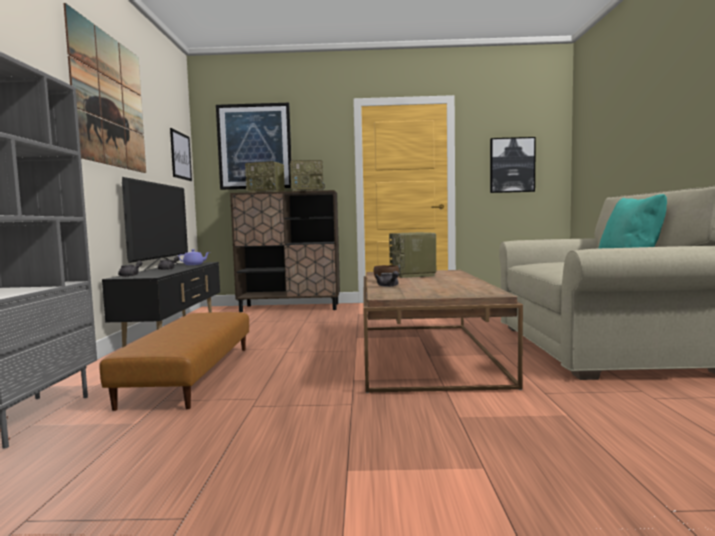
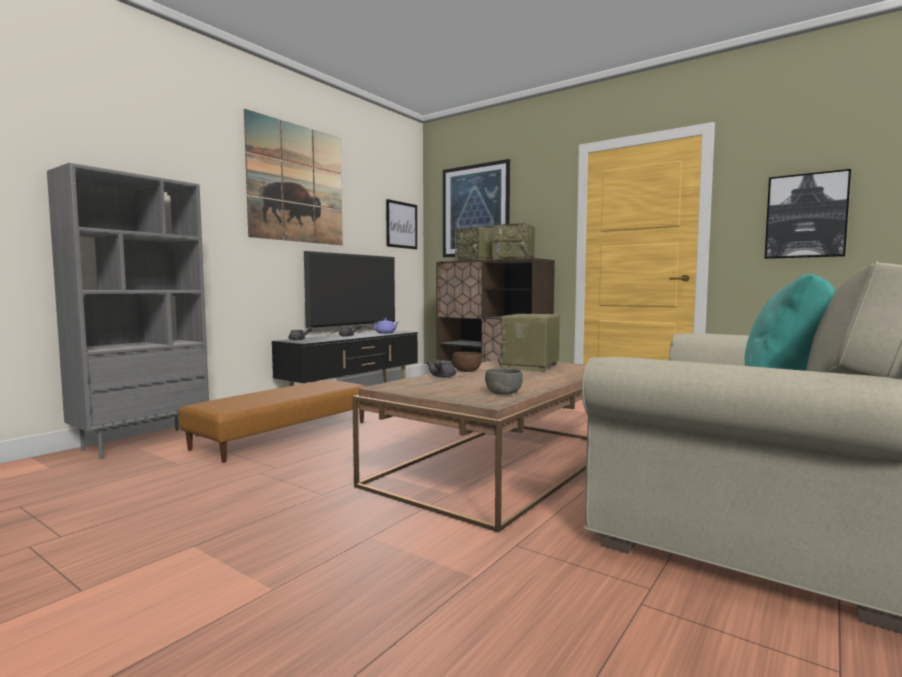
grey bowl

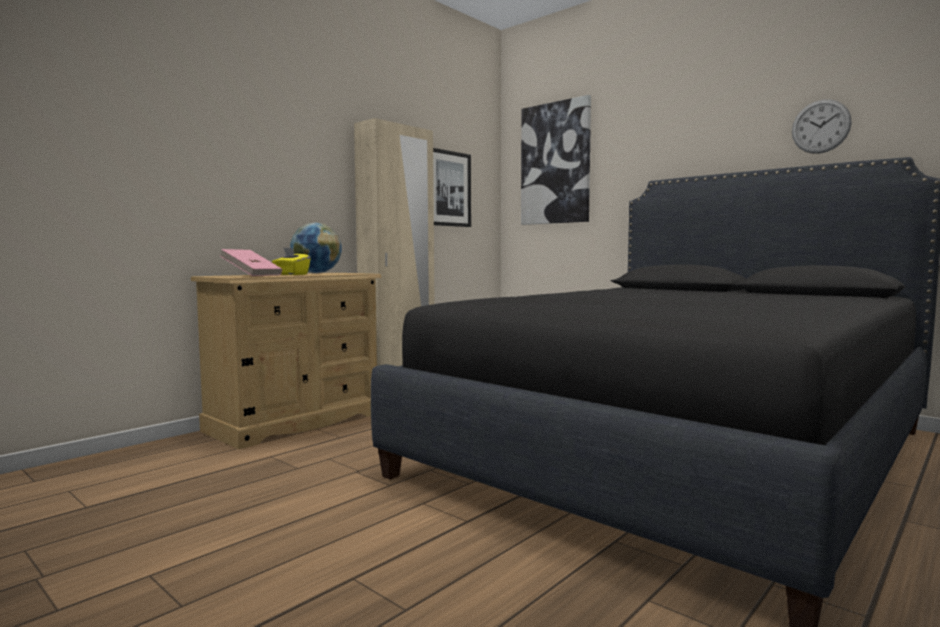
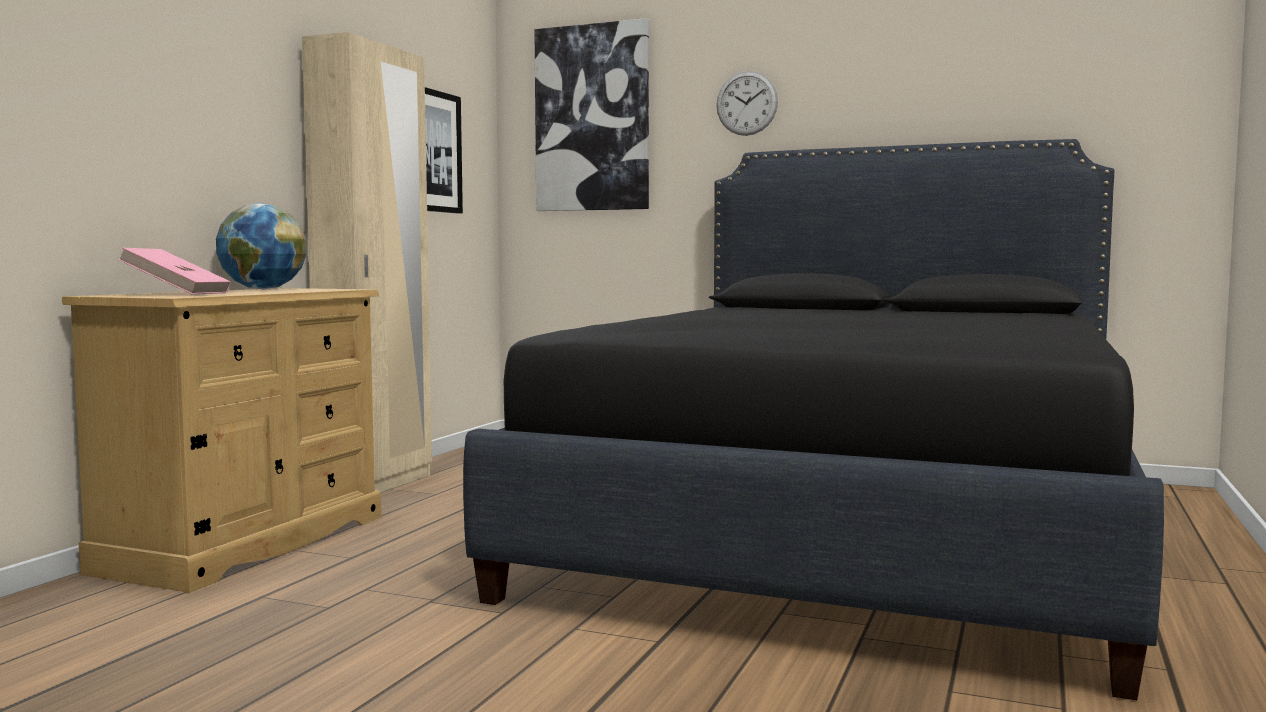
yellow tissue box
wall clock

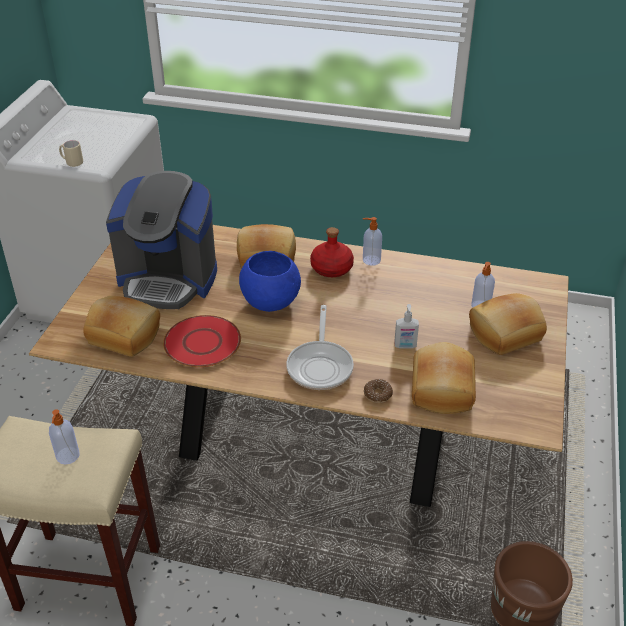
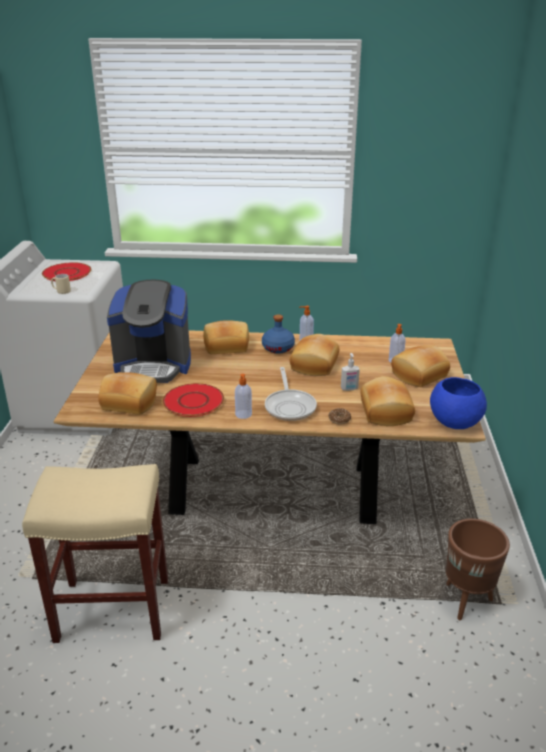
soap dispenser (1st from left)
blue bowl
blue bottle
red plate (1st from left)
bread (3rd from left)

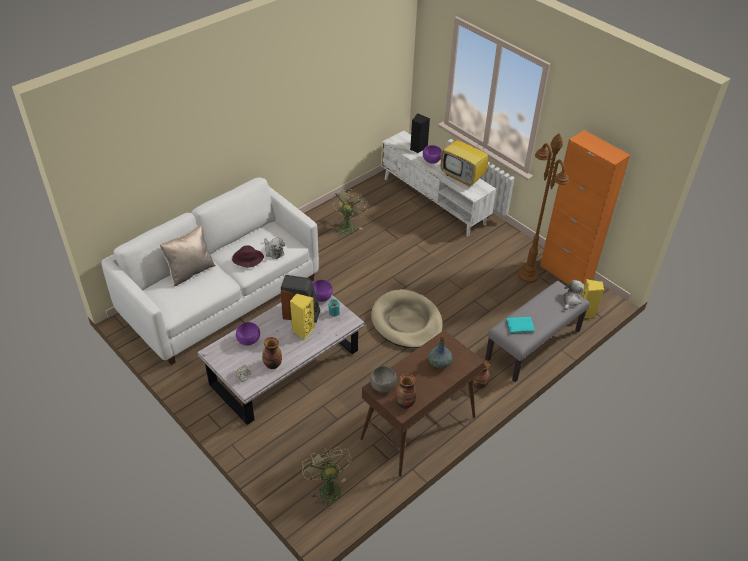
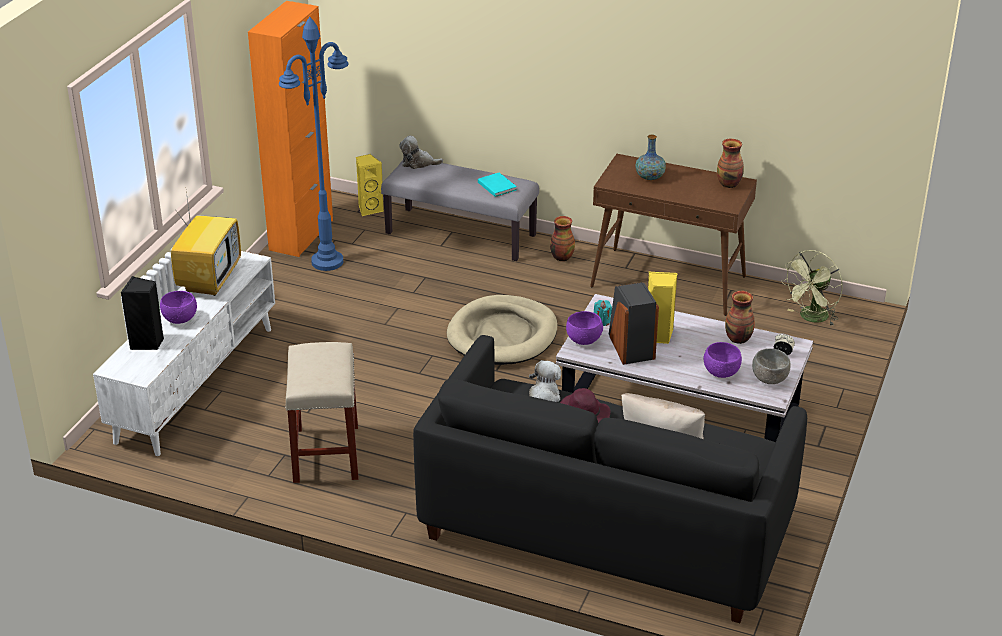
black sofa
beige stool
grey bowl
blue floor lamp

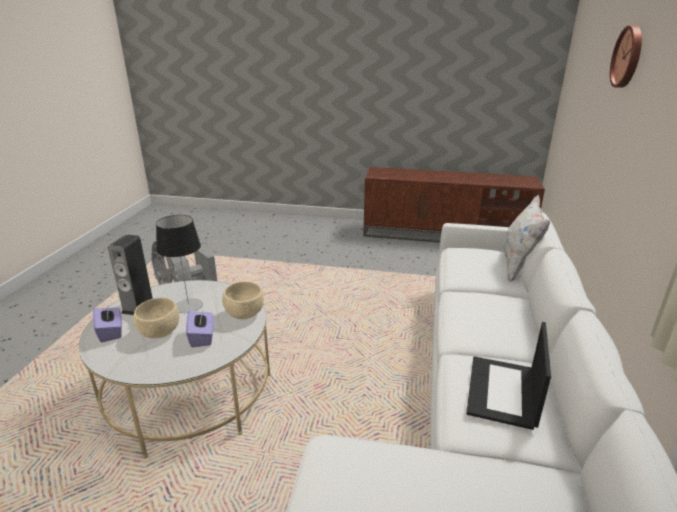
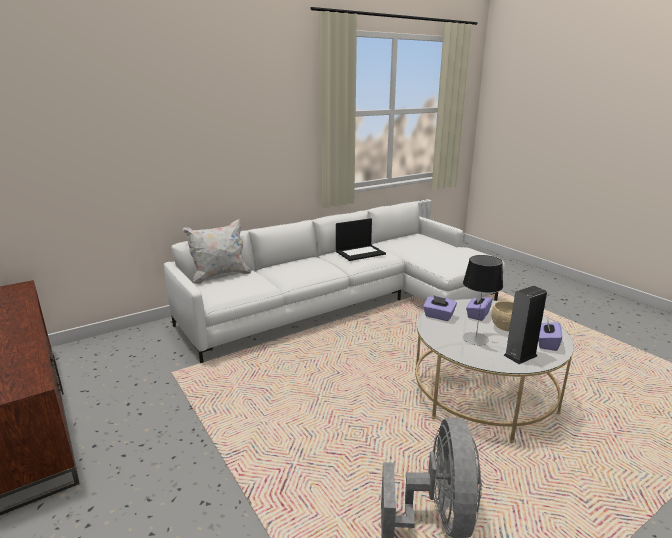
purple tissue box (1st from left)
wall clock

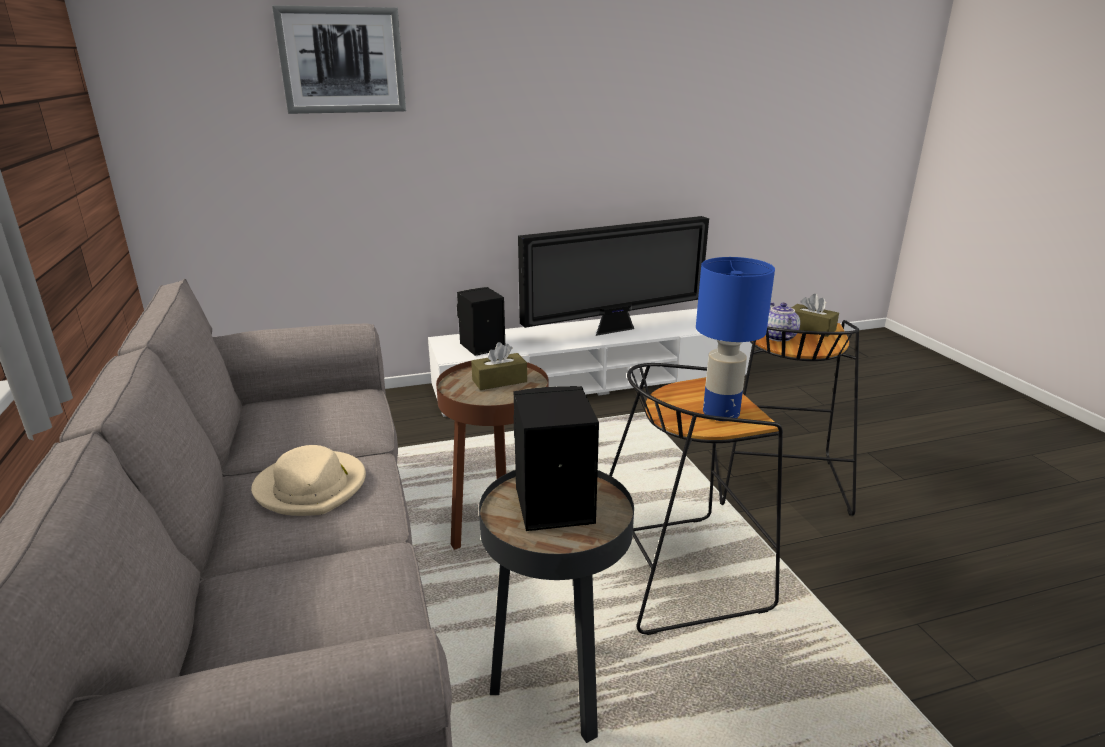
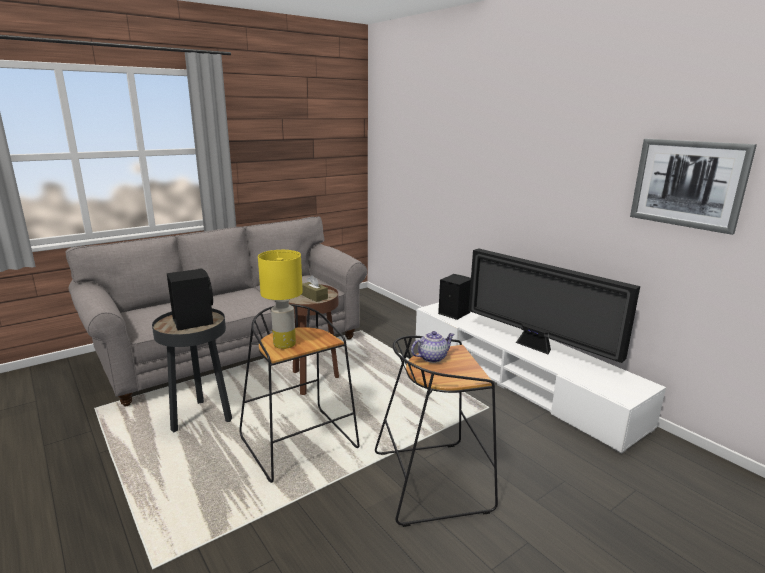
beige hat
picture
yellow table lamp
brown tissue box (2nd from left in the first image)

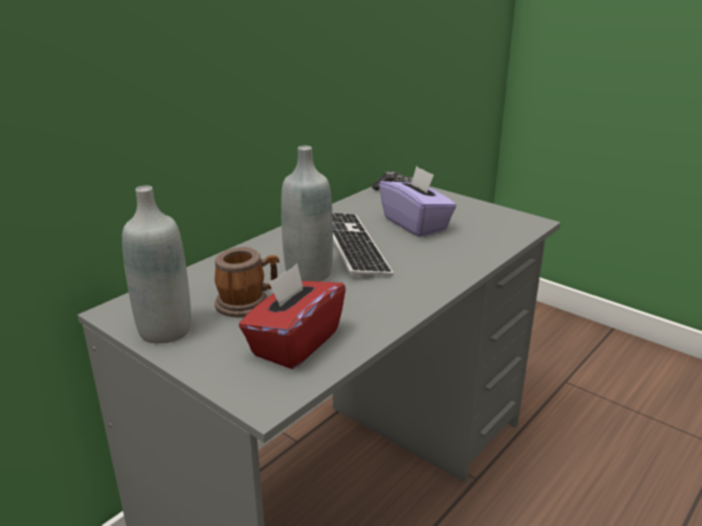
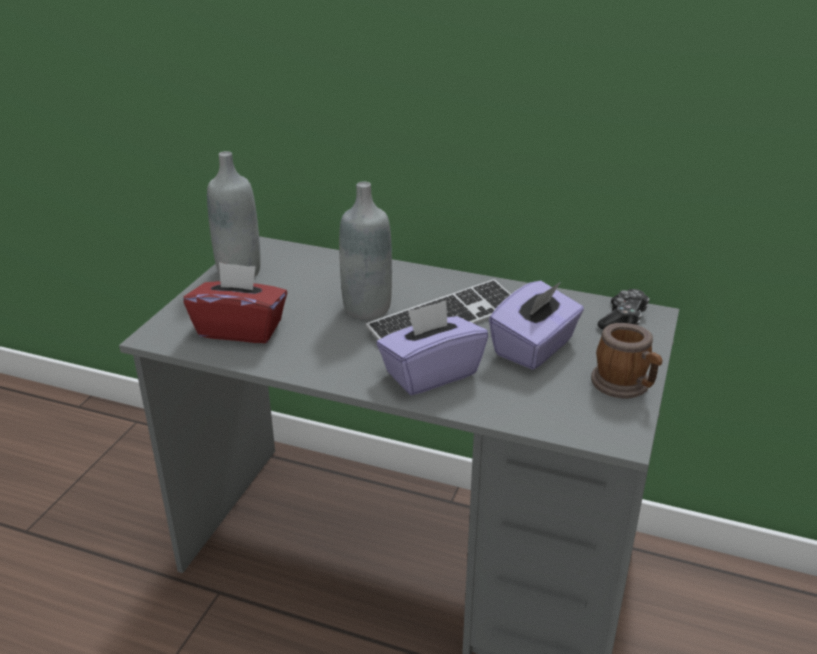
mug
purple tissue box (1st from left)

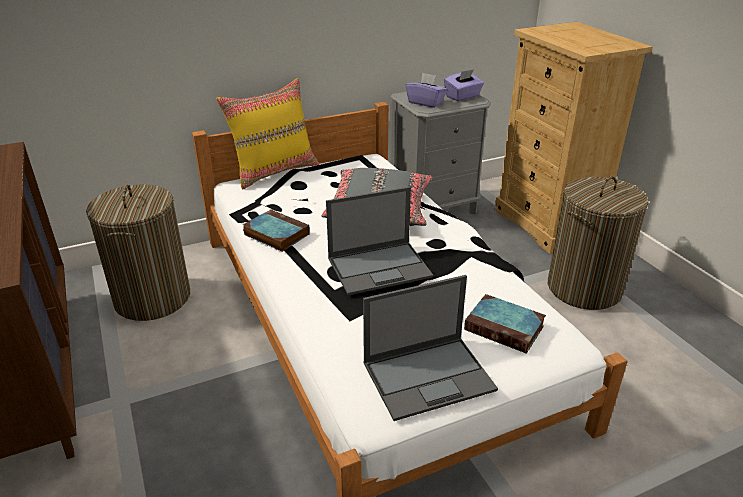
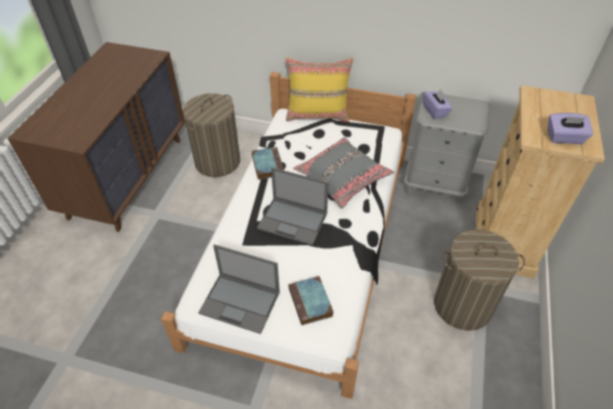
purple tissue box (2nd from left)

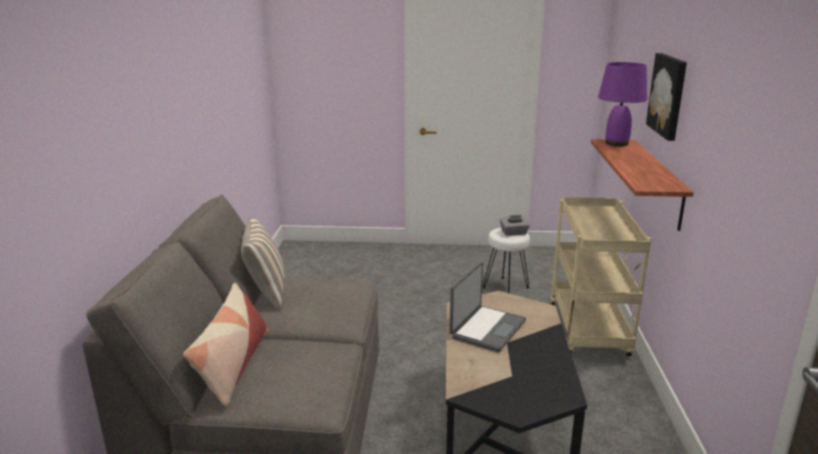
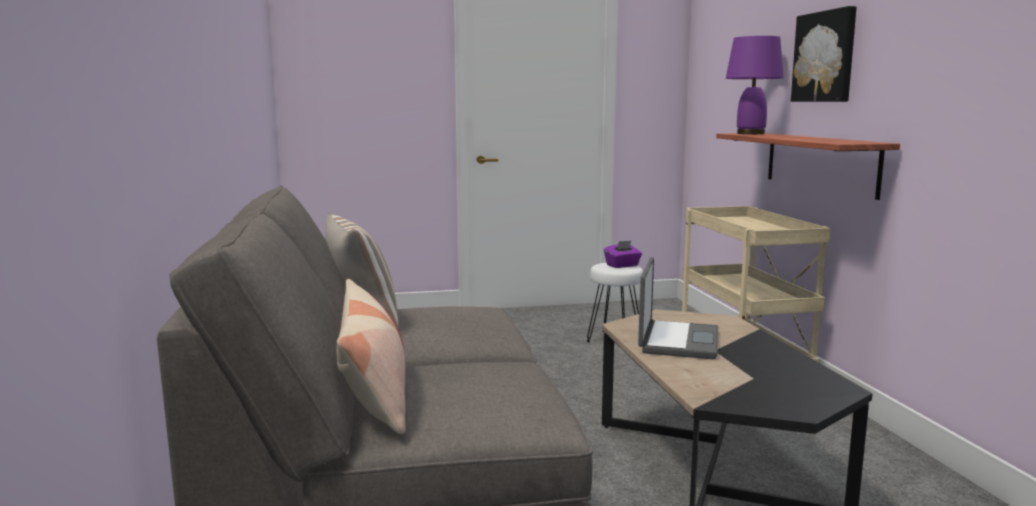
purple tissue box

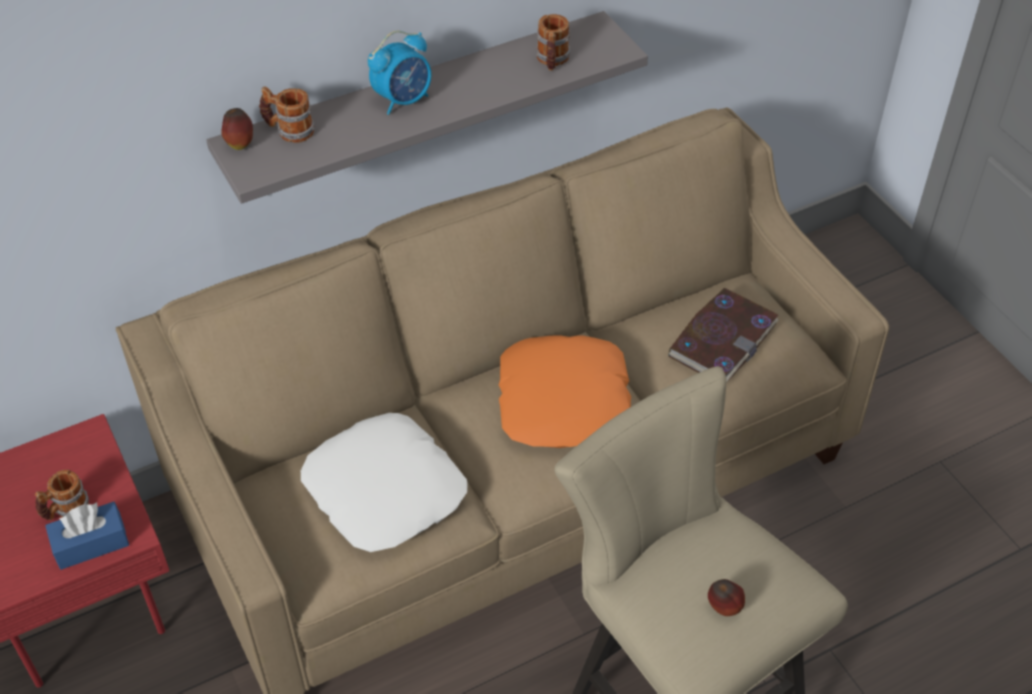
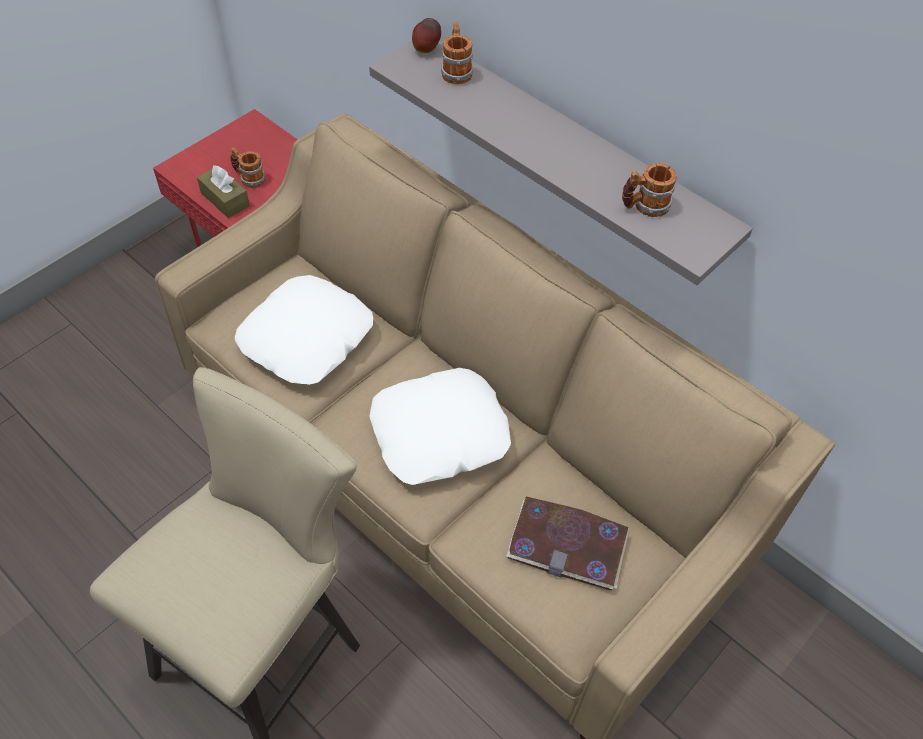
brown tissue box
alarm clock
white pillow (2nd from left)
apple (2nd from left in the first image)

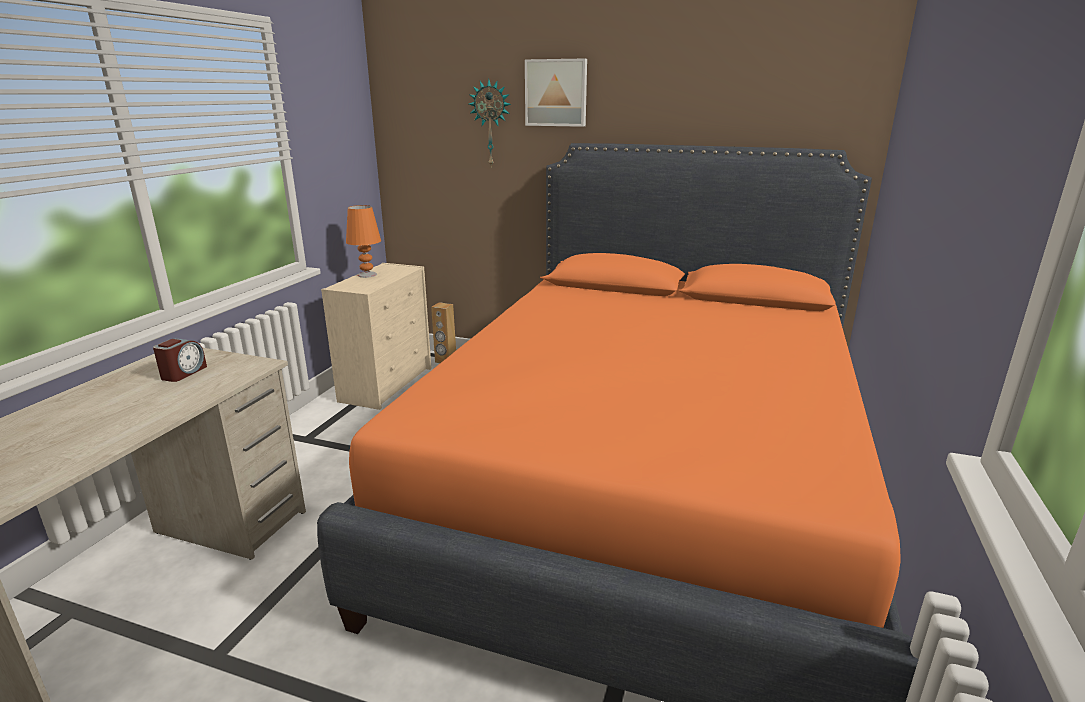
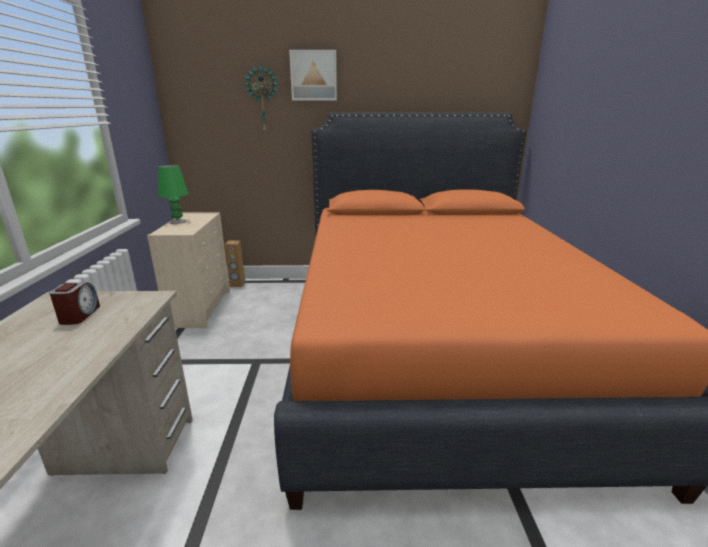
green table lamp

